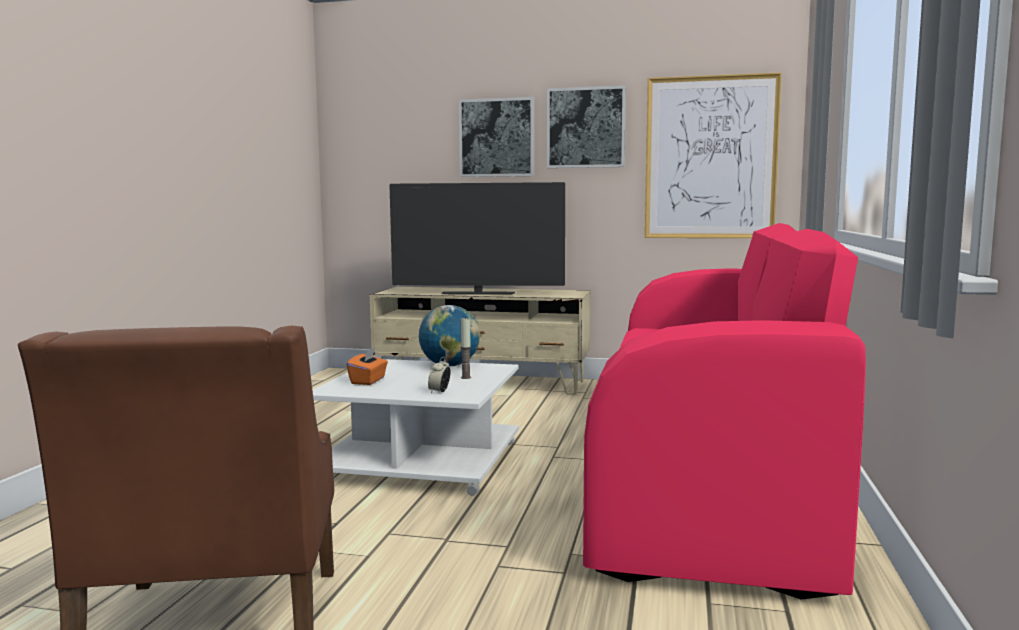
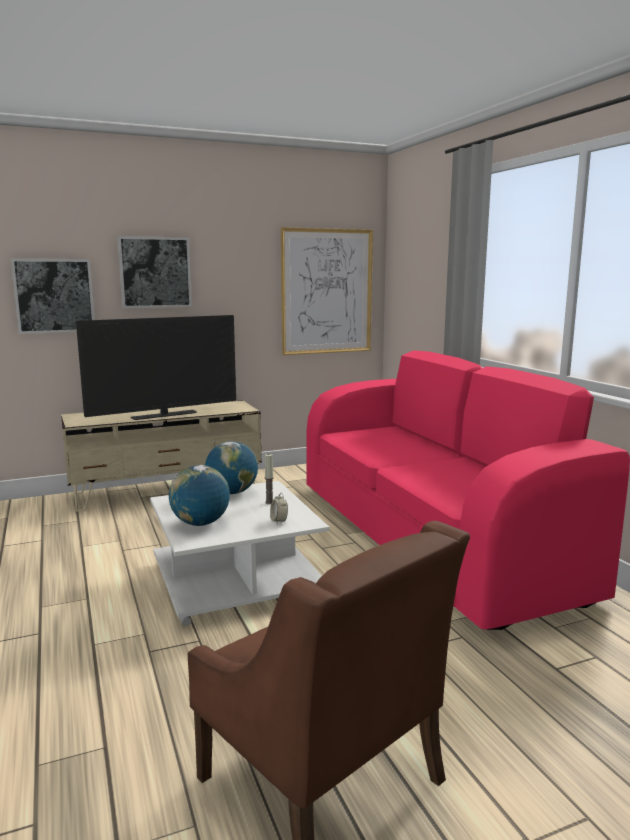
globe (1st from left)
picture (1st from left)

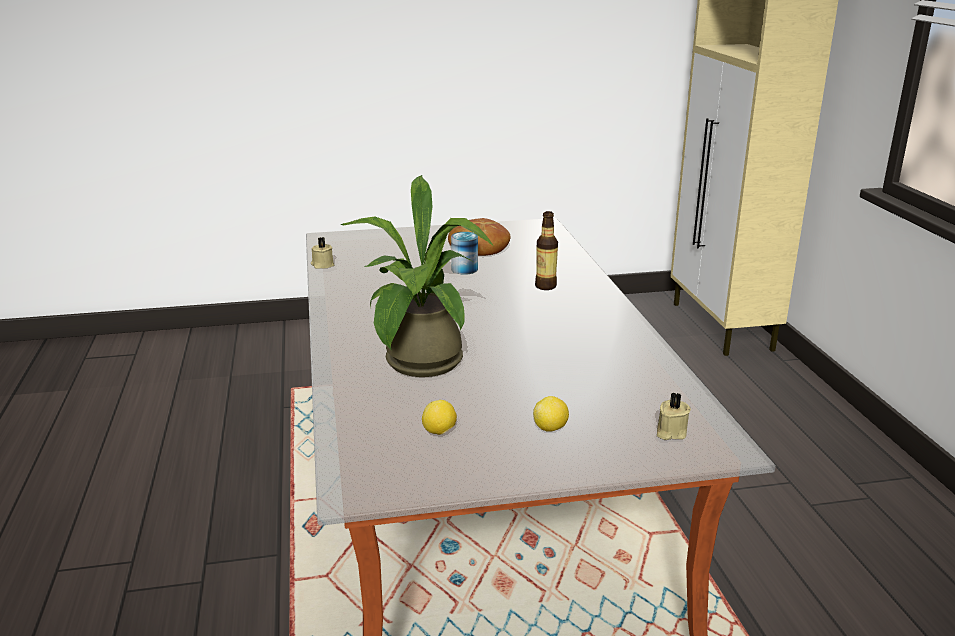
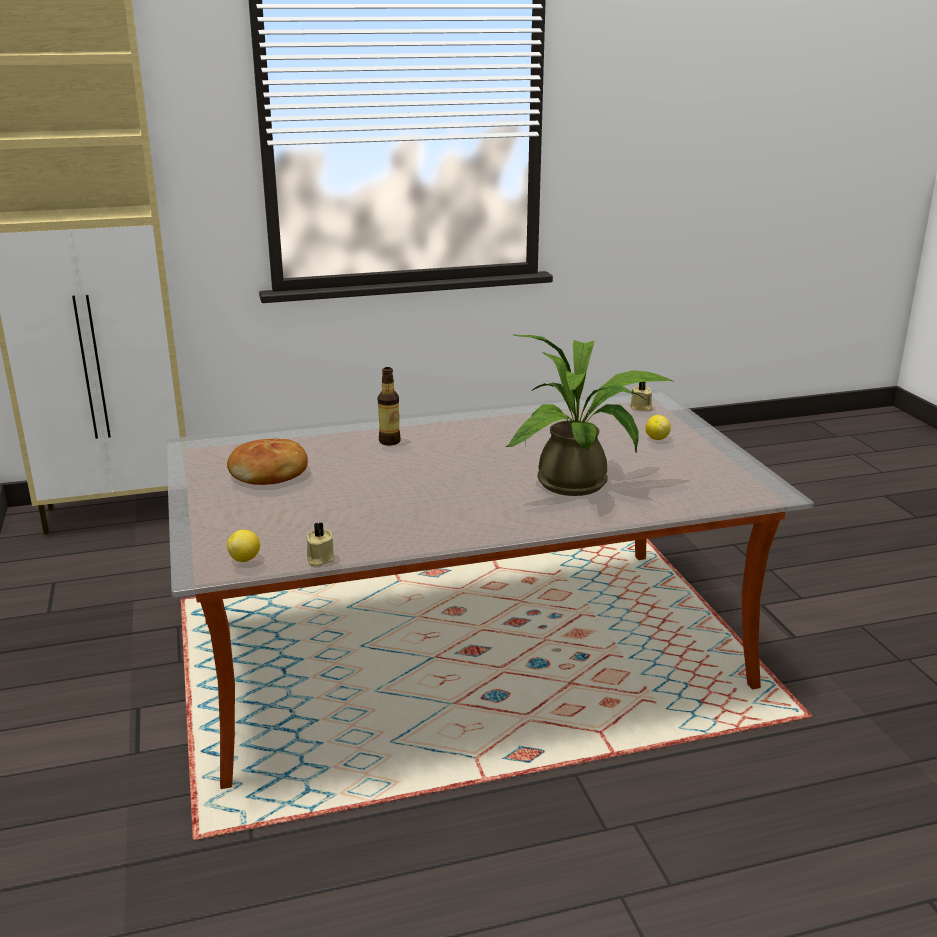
lemon (1st from left)
can

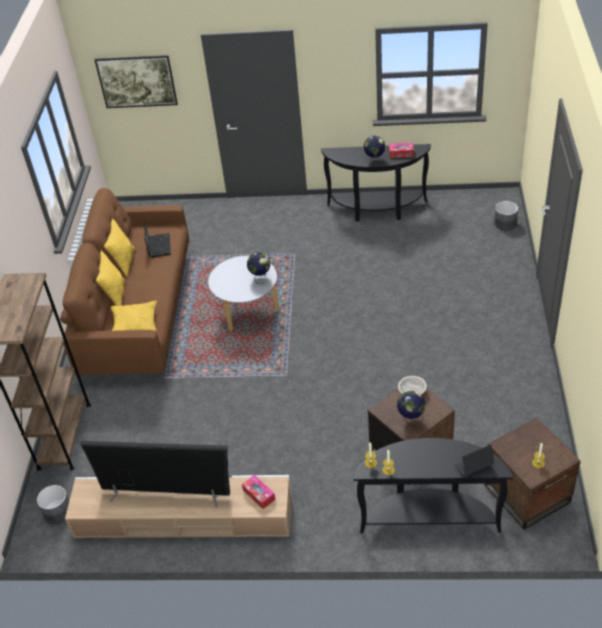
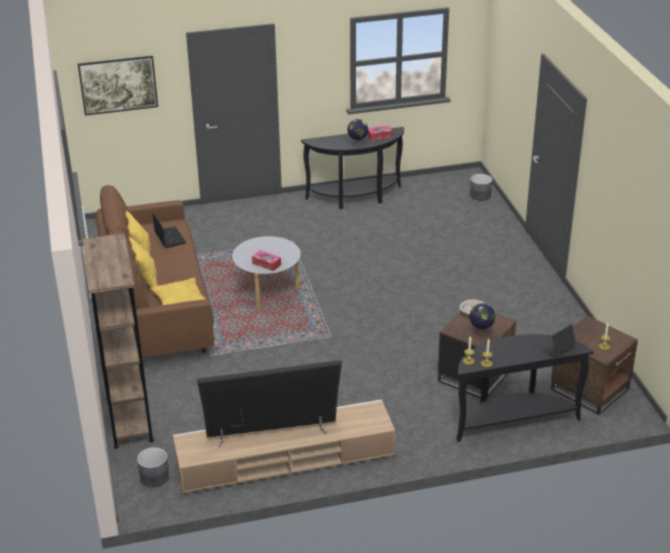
tissue box (1st from left)
globe (1st from left in the first image)

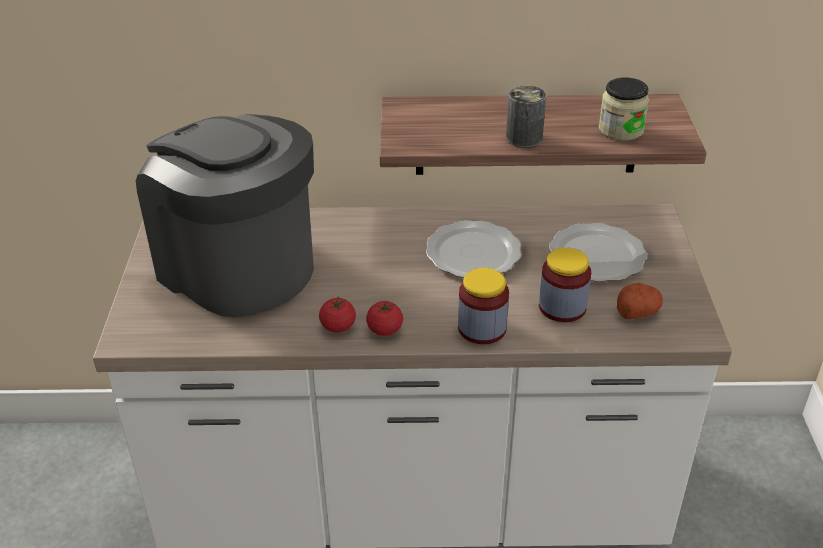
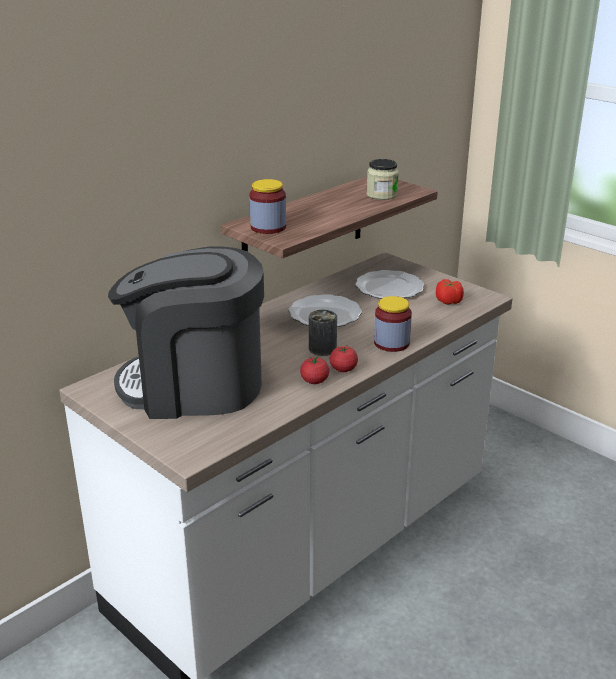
can
jar (1st from left)
tomato (3rd from left)

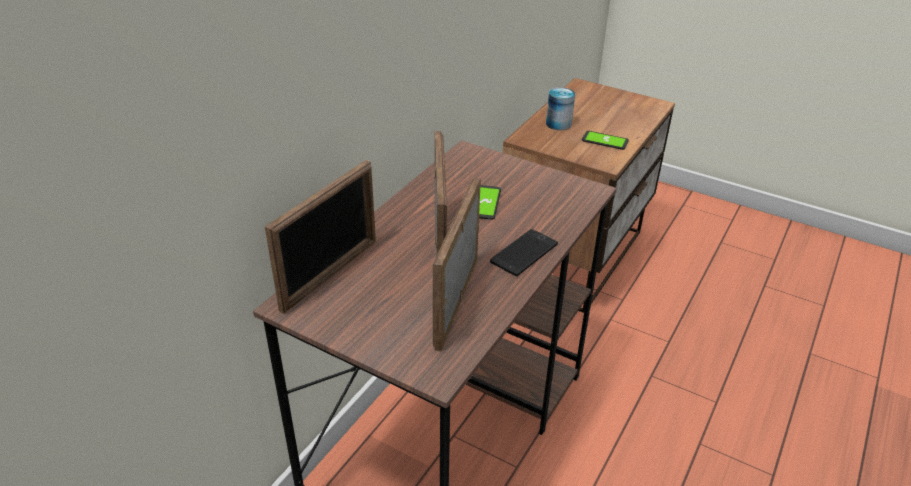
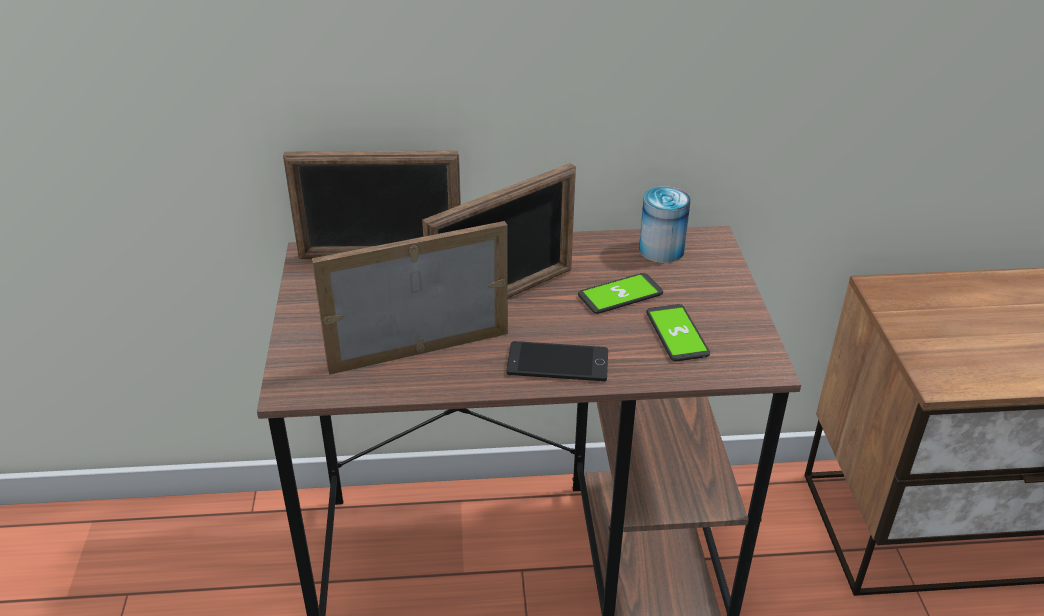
can
phone (3rd from left)

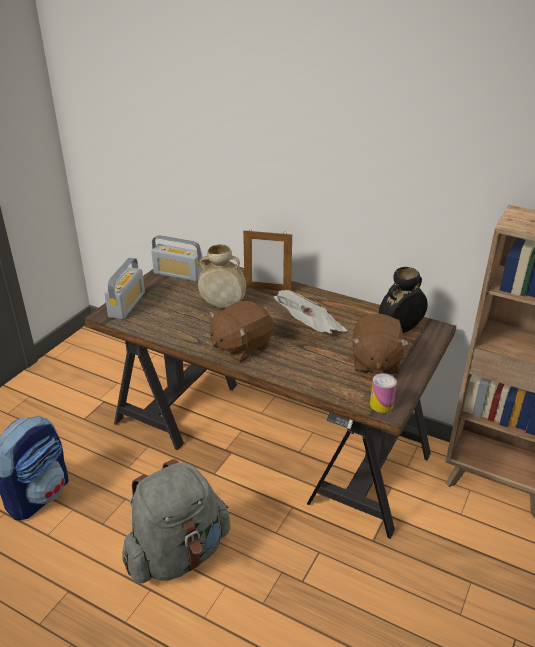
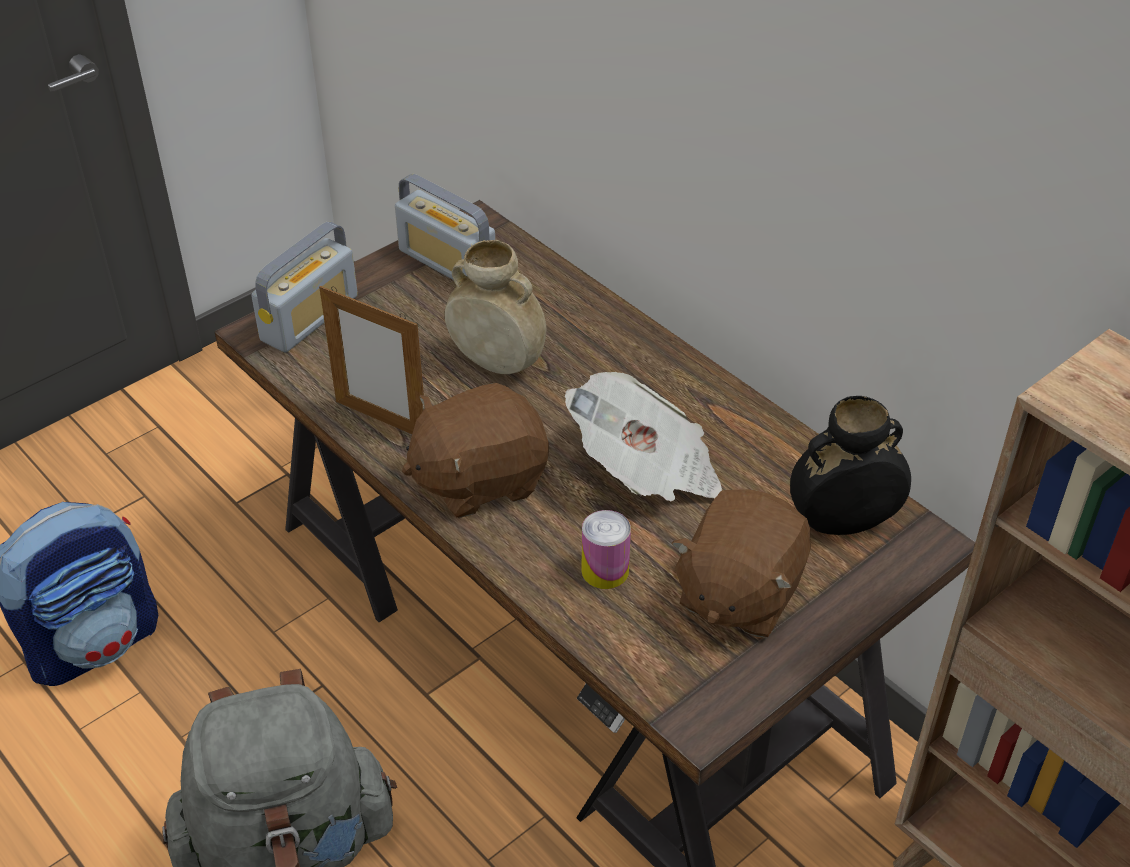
picture frame
can

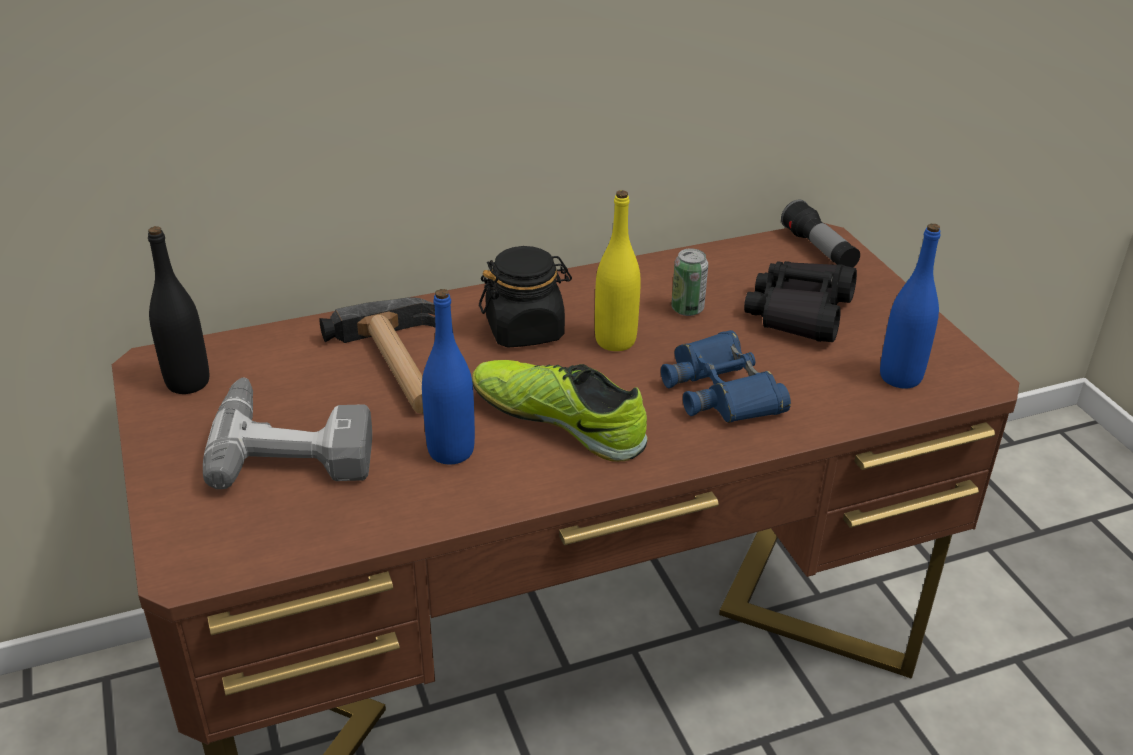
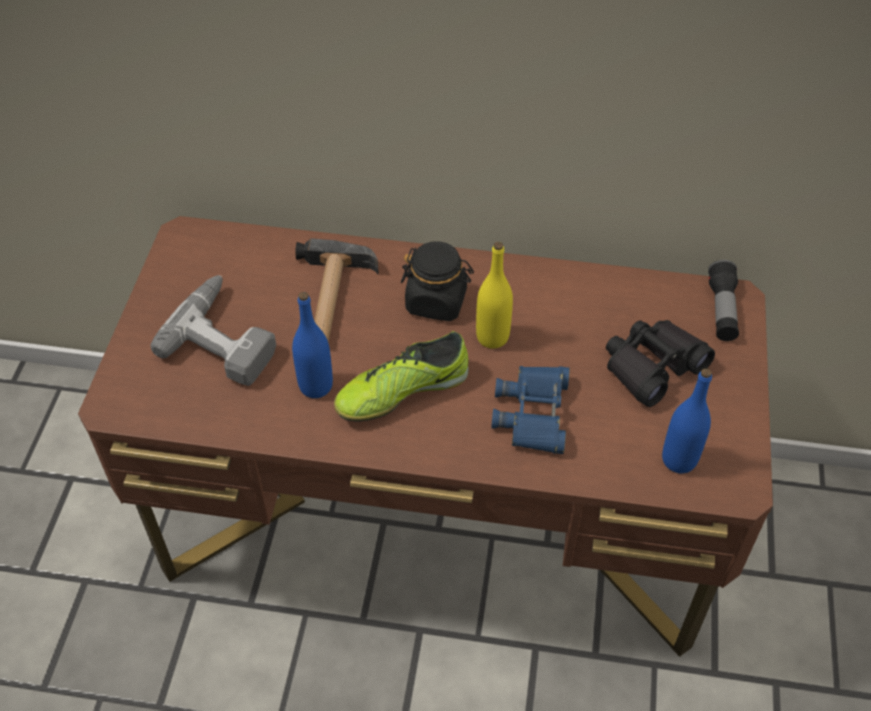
black bottle
shoe
can

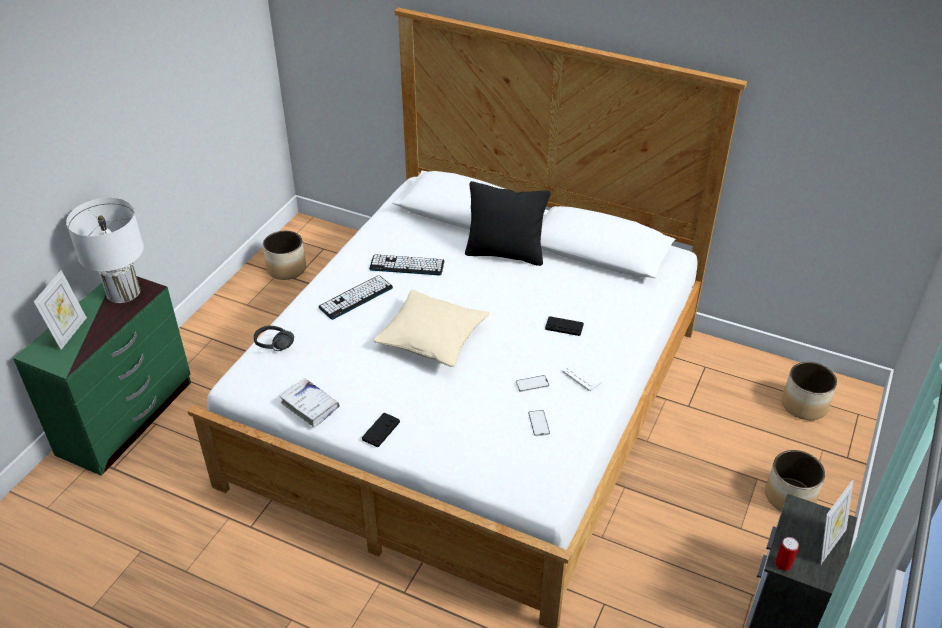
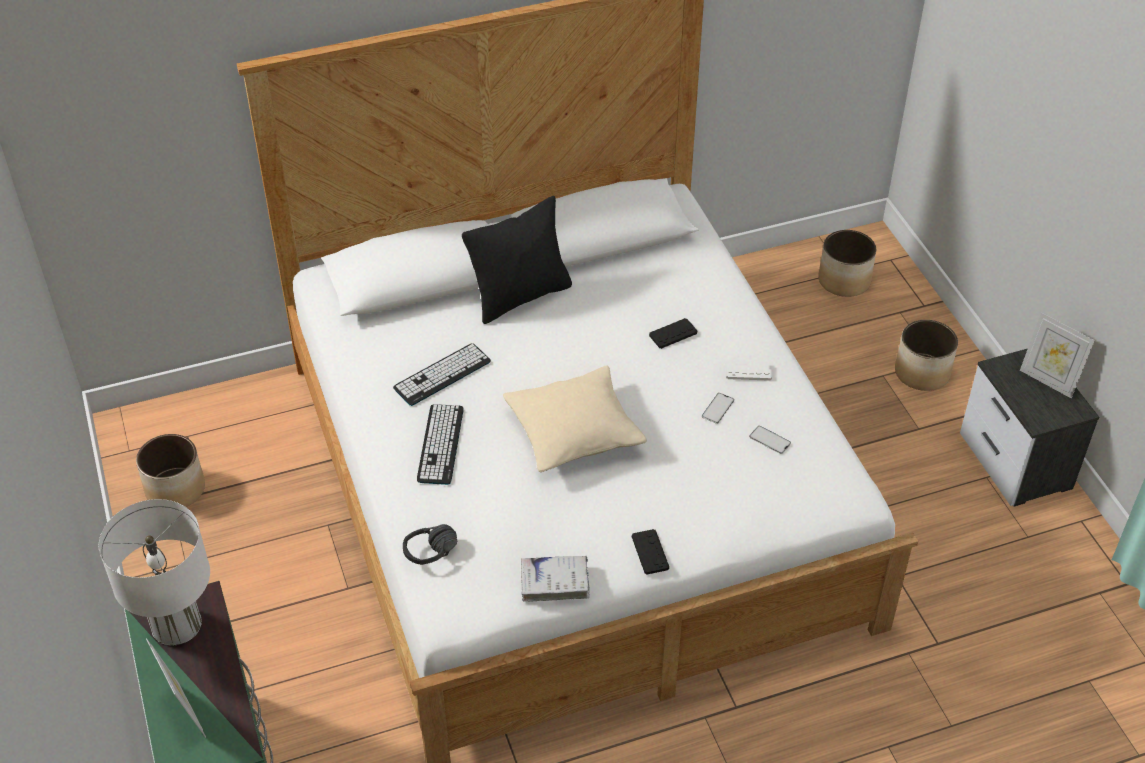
can
picture frame (2nd from left)

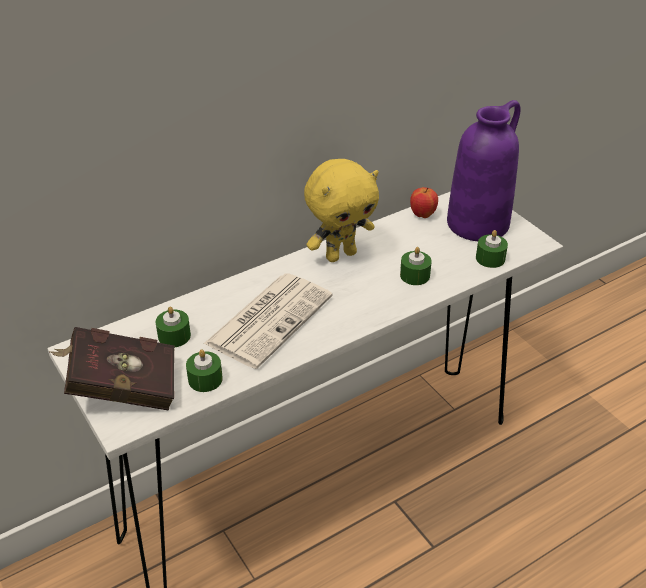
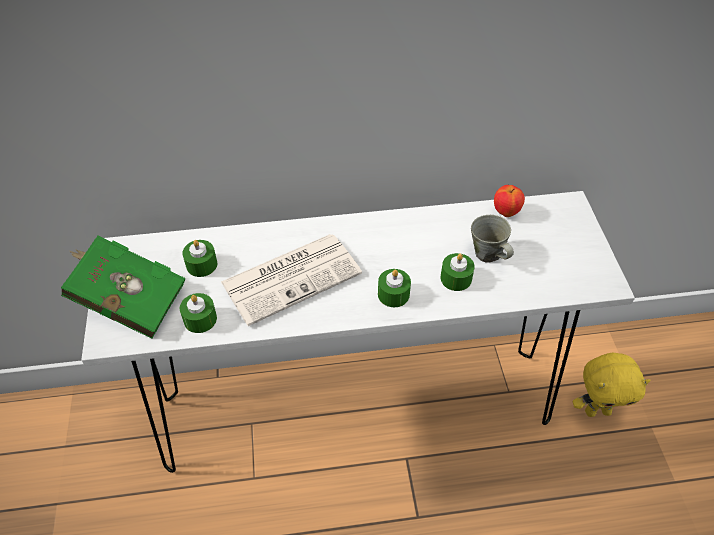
green book
yellow plush toy
purple vase
green candle (3rd from left)
grey mug

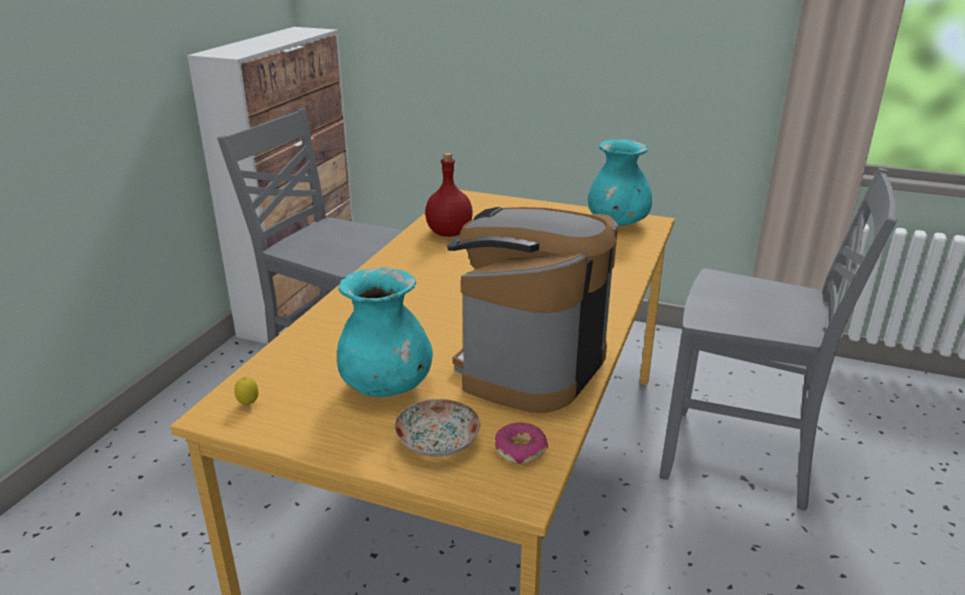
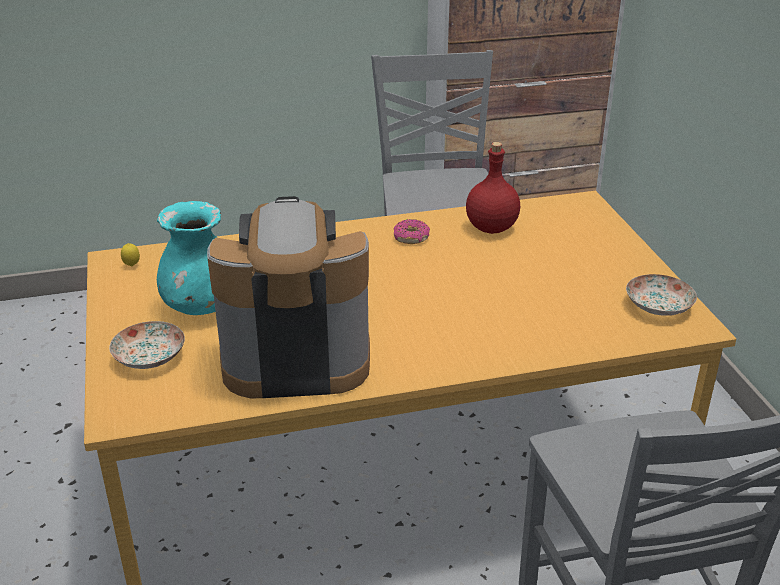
donut
plate (2nd from left)

